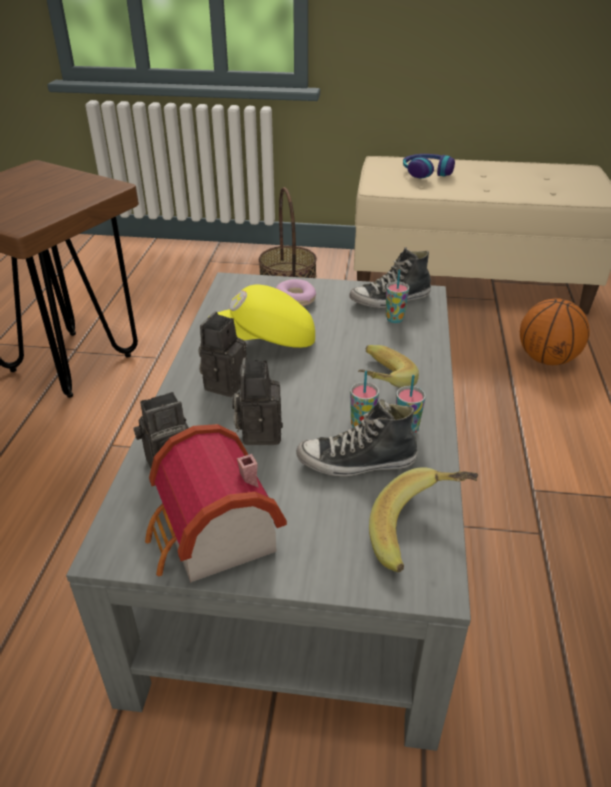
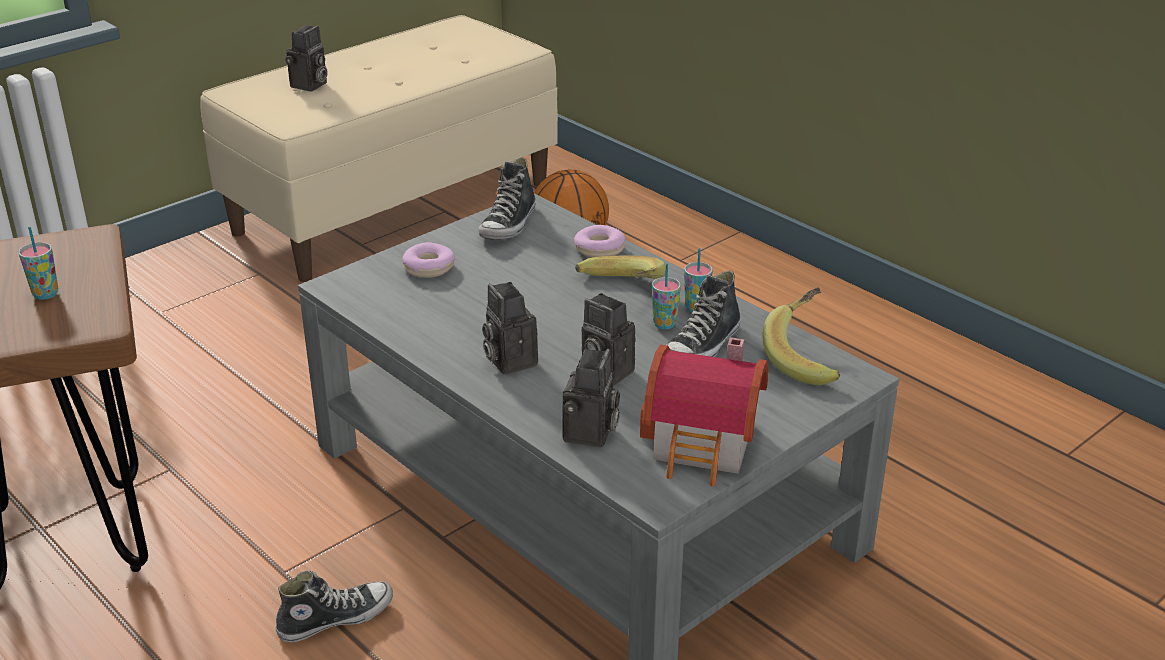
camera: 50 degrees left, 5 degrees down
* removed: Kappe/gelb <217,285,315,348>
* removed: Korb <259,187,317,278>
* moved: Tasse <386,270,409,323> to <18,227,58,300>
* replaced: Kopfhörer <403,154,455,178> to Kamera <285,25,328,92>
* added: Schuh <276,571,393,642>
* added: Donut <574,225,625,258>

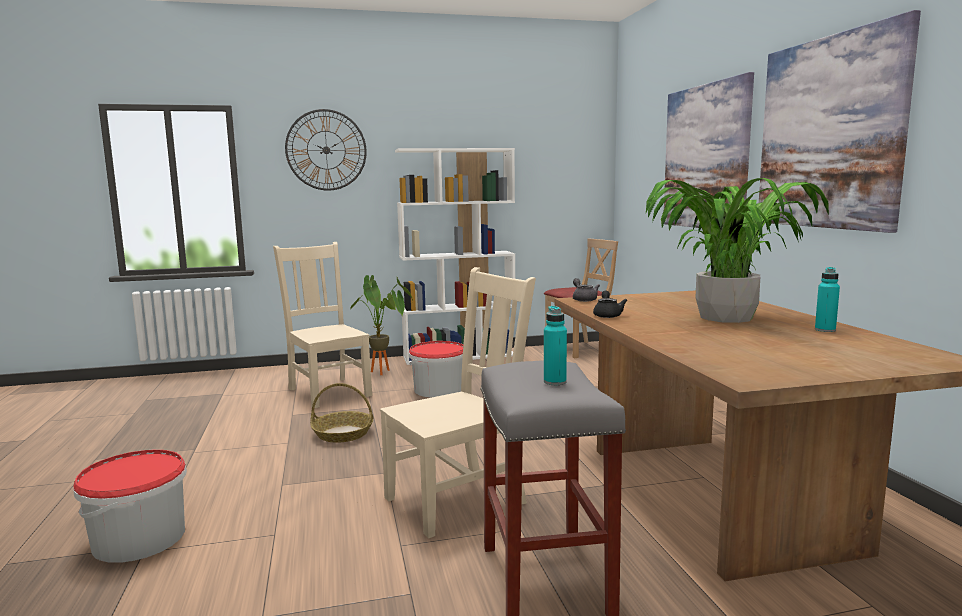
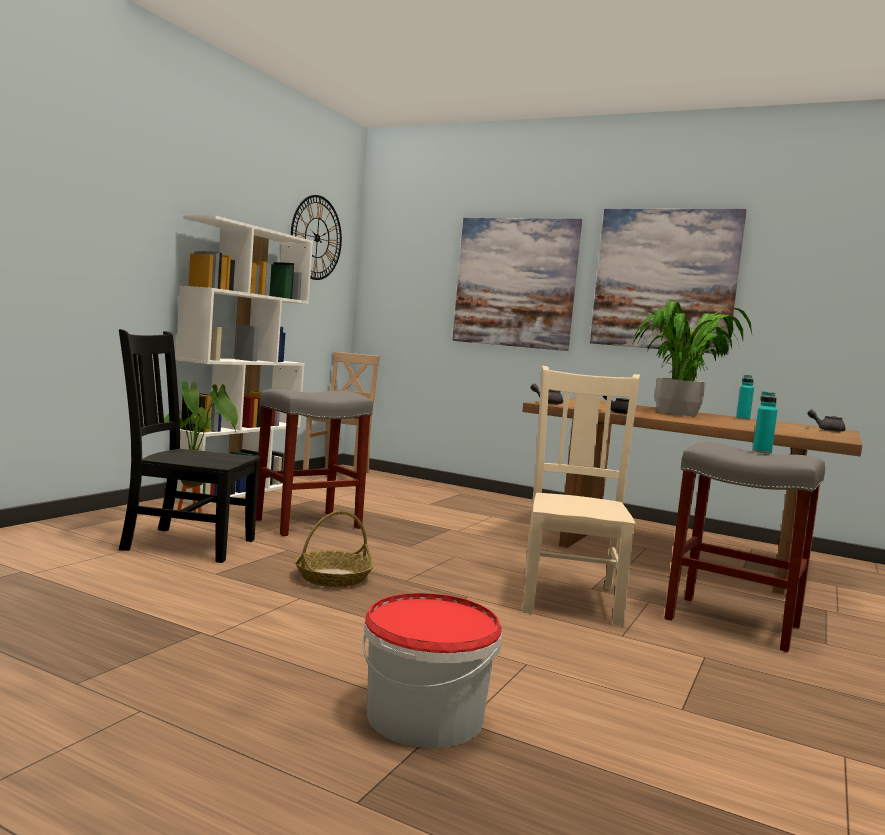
camera: 50 degrees left, 5 degrees down
* recoloured: Stuhl/beige <273,242,372,408> to Stuhl/schwarz <119,329,260,563>
* moved: Wanduhr <285,109,367,191> to <291,195,342,280>
* replaced: Eimer <409,341,463,398> to Hocker/grau <256,389,373,536>
* added: Teekanne/grau <807,410,846,432>

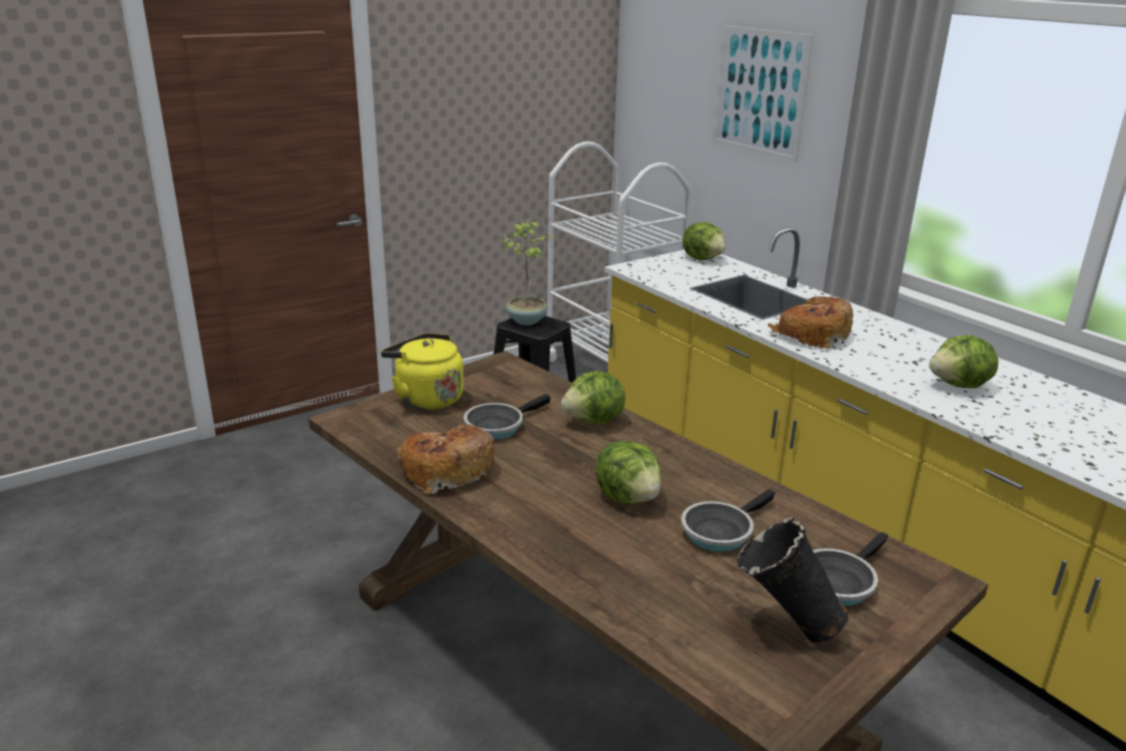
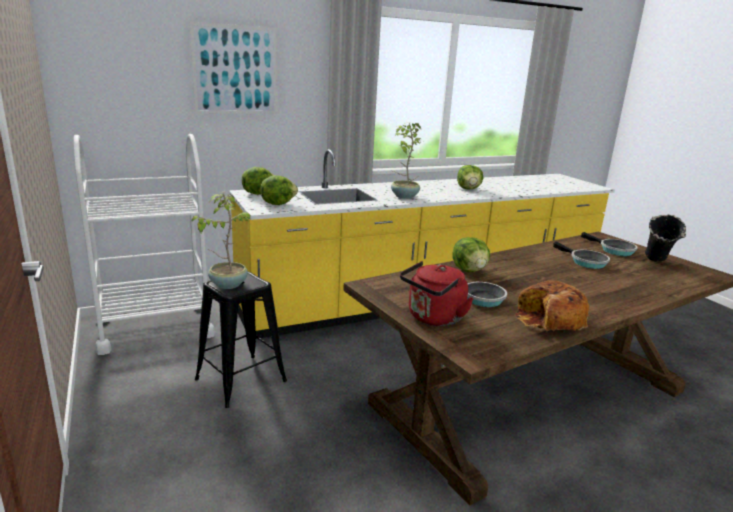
camera: 80 degrees left, 5 degrees down
* recoloured: Wasserkessel/gelb <381,333,464,410> to Wasserkessel/rot <400,261,474,326>
* moved: Salatkopf <595,441,661,504> to <260,175,298,205>
* replaced: Brot <768,296,853,349> to Topfpflanze <391,122,423,199>

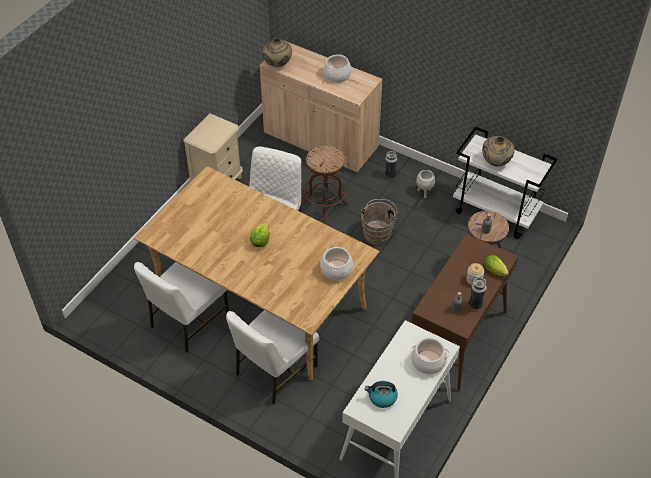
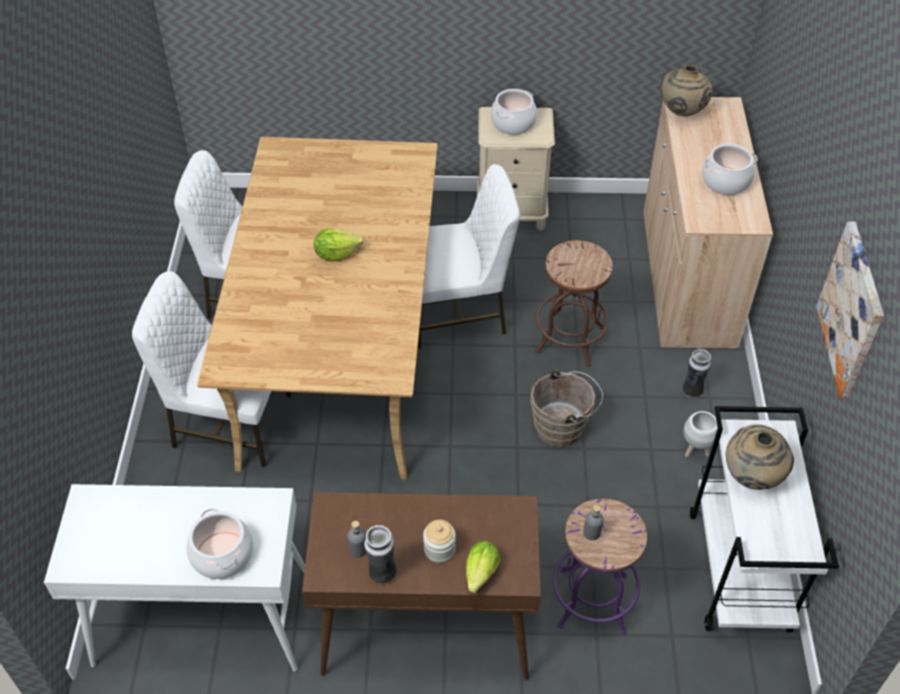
camera: 60 degrees right, 0 degrees up
* moved: Kochtopf <320,246,353,281> to <491,89,537,135>
* removed: Wasserkessel <365,381,398,408>
* added: Bild <816,221,884,398>

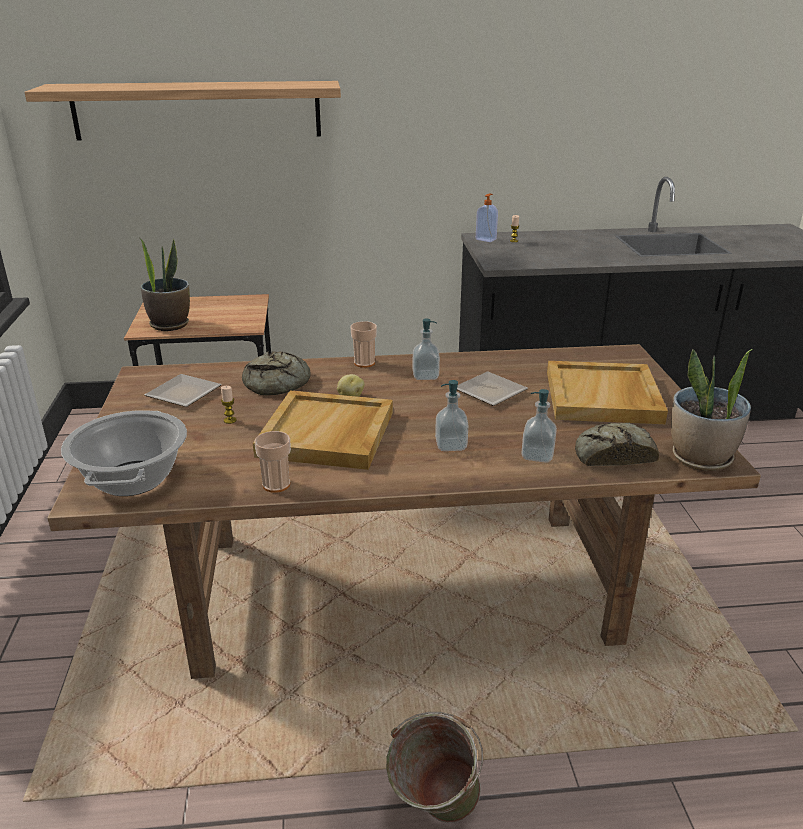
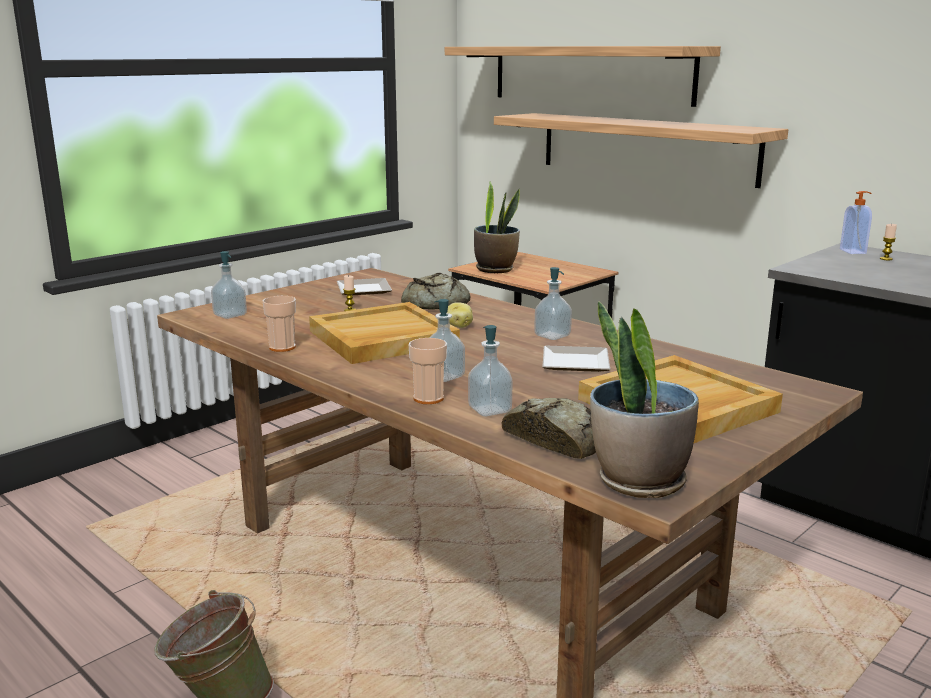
camera: 50 degrees right, 10 degrees down
* replaced: Kochtopf <61,410,187,496> to Seifenspender <211,251,247,319>
* moved: Tasse <350,321,377,368> to <409,338,447,404>
* added: Wandregal <494,113,788,188>

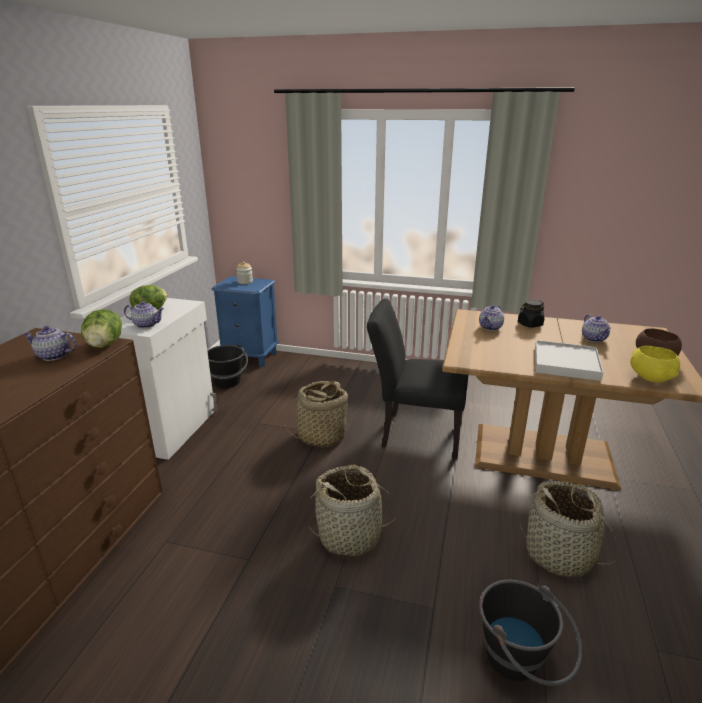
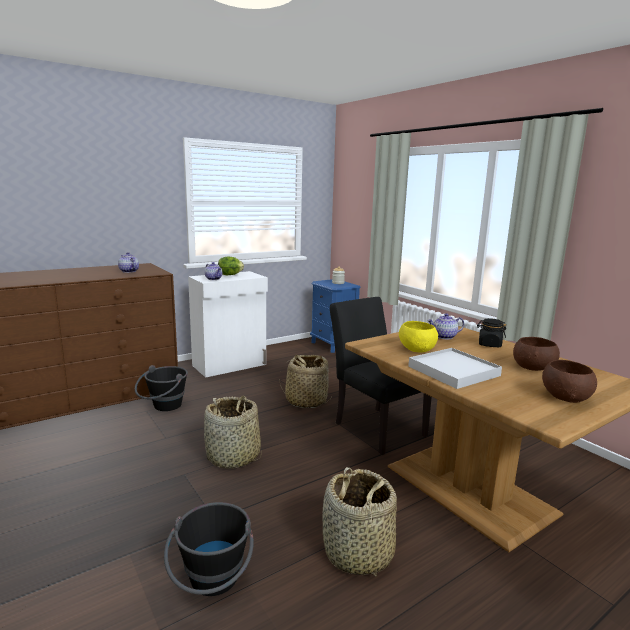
camera: 40 degrees right, 10 degrees down
* removed: Salatkopf <81,309,122,348>
* moved: Eimer/schwarz <207,345,248,388> to <135,365,188,411>
* replaced: Teekanne <582,314,611,342> to Schüssel/braun <513,337,560,371>
* moved: Schüssel/gelb <630,346,680,383> to <399,321,438,353>

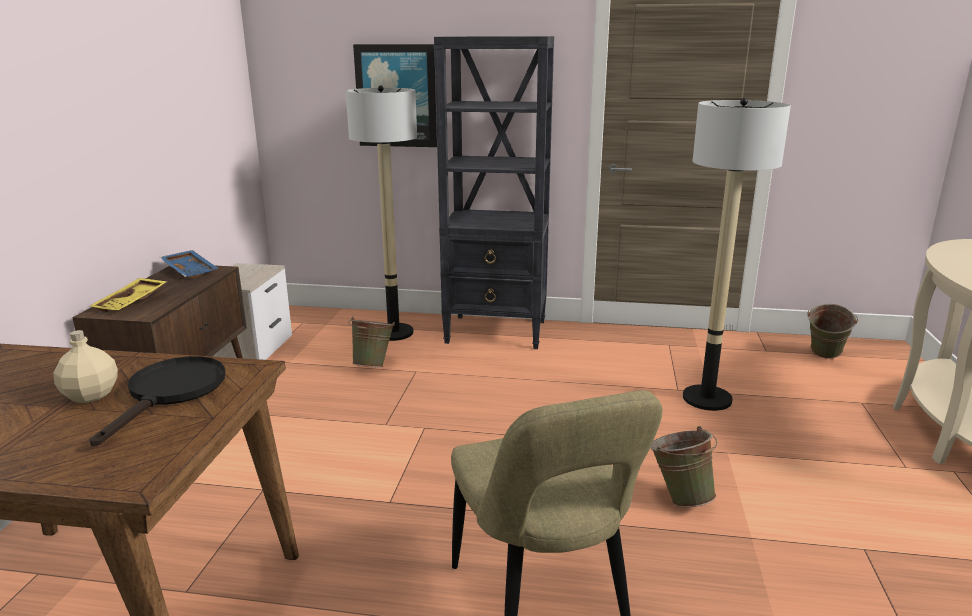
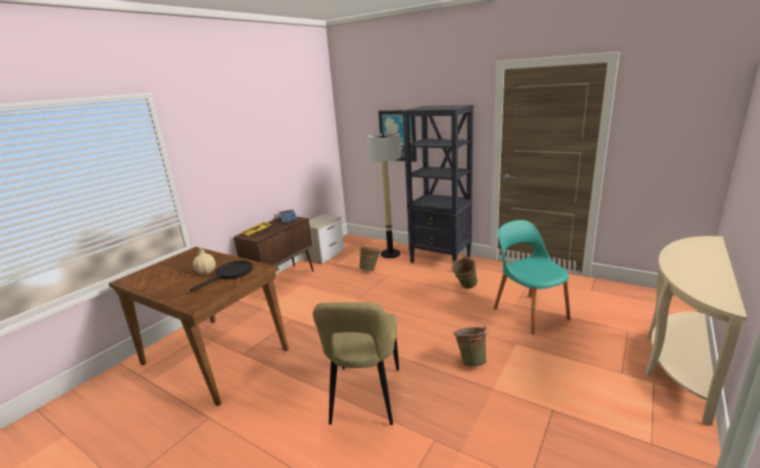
camera: 25 degrees right, 0 degrees up
* replaced: Stehlampe <683,98,791,411> to Stuhl/türkis <494,220,570,334>
* moved: Eimer/grün <807,304,858,359> to <452,258,478,289>

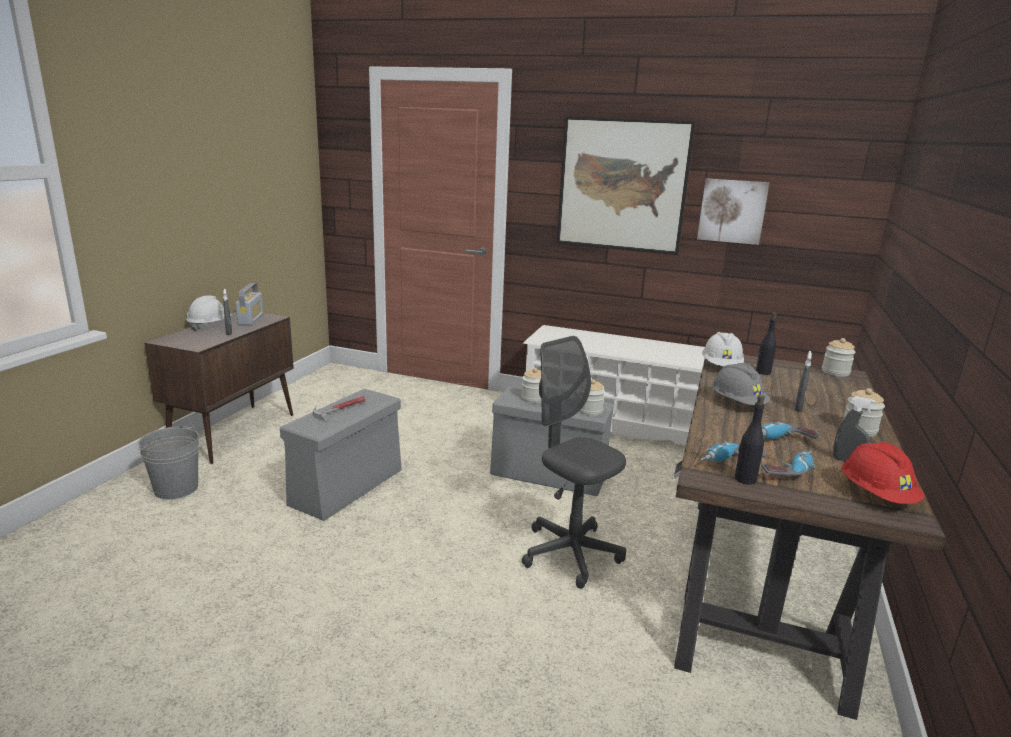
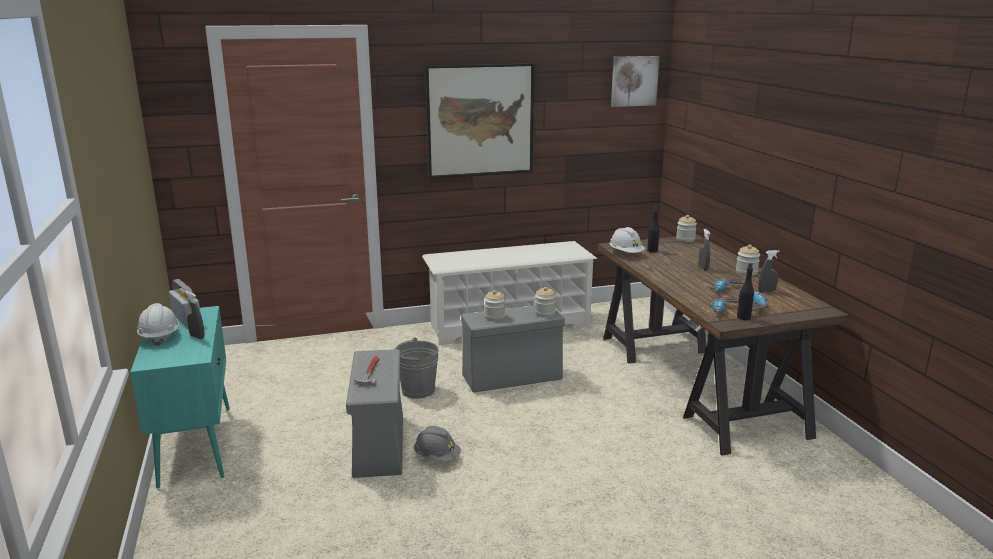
camera: 35 degrees left, 0 degrees up
* moved: Eimer/grau <138,425,199,499> to <395,337,439,399>
* recoloured: Schrank/braun <145,312,294,464> to Schrank/türkis <130,306,230,488>
* removed: Bürostuhl/grau <522,336,626,589>
* moved: Bild <697,178,770,245> to <611,56,660,107>
* moved: Schutzhelm/grau <711,363,770,405> to <414,426,461,461>
* removed: Schutzhelm/rot <842,442,925,504>

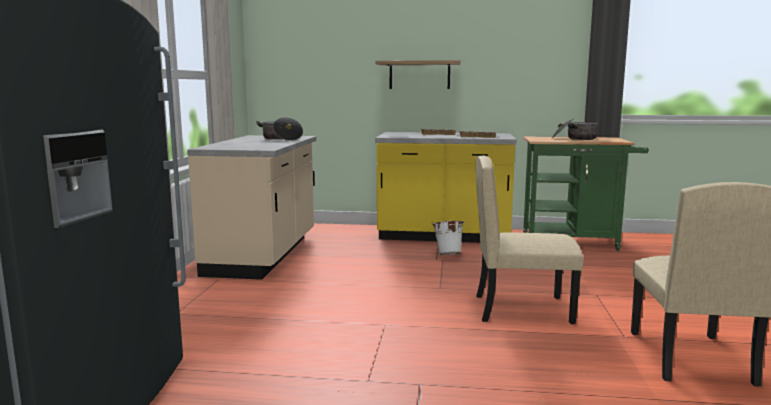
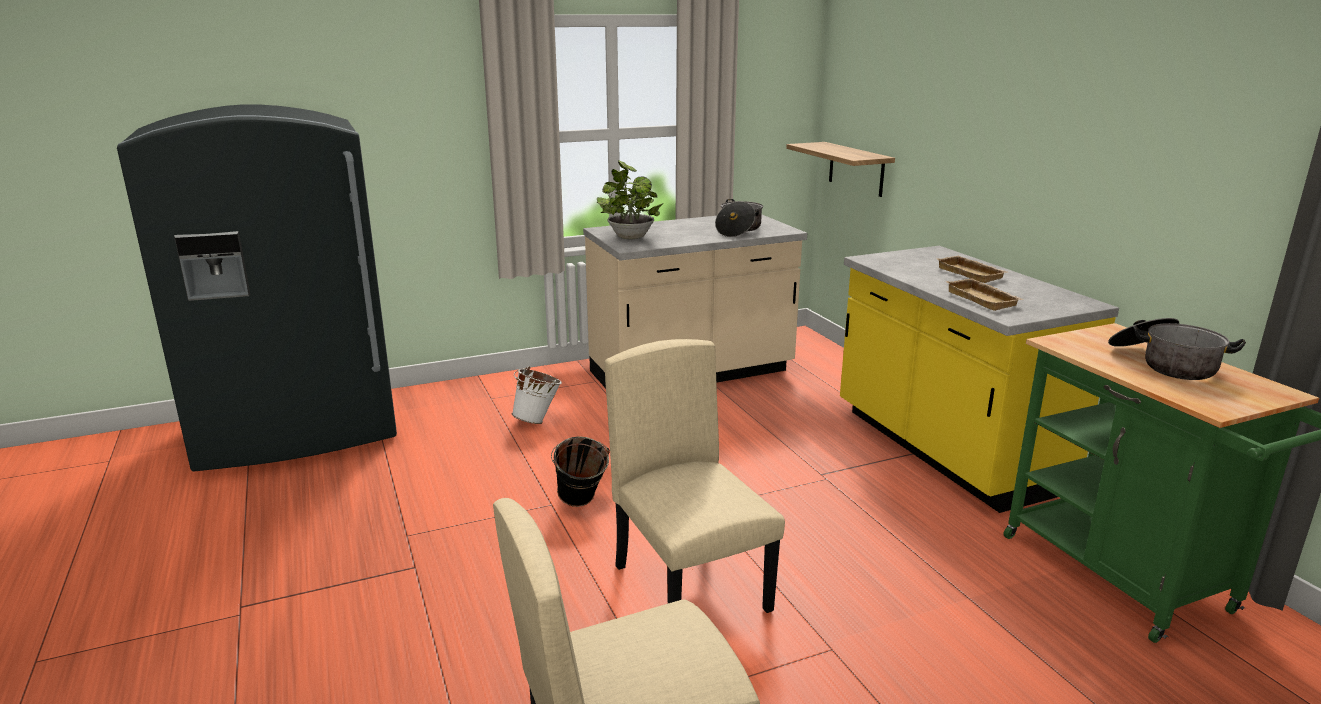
camera: 60 degrees right, 10 degrees up
* moved: Wandregal <376,60,461,89> to <786,142,895,197>
* moved: Eimer/weiß <432,221,465,255> to <512,366,562,424>
* added: Eimer/schwarz <551,436,610,507>
* added: Topfpflanze <597,160,663,239>

